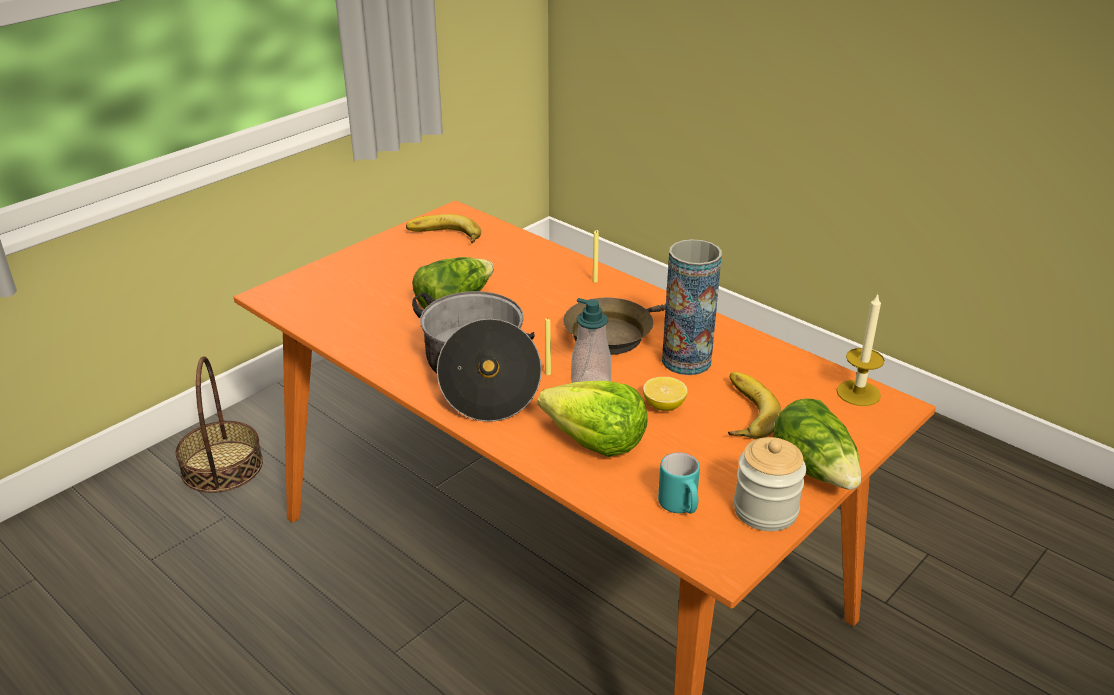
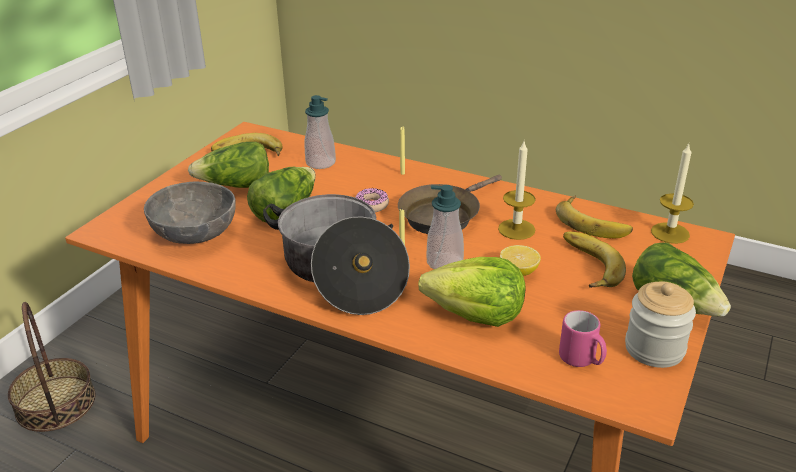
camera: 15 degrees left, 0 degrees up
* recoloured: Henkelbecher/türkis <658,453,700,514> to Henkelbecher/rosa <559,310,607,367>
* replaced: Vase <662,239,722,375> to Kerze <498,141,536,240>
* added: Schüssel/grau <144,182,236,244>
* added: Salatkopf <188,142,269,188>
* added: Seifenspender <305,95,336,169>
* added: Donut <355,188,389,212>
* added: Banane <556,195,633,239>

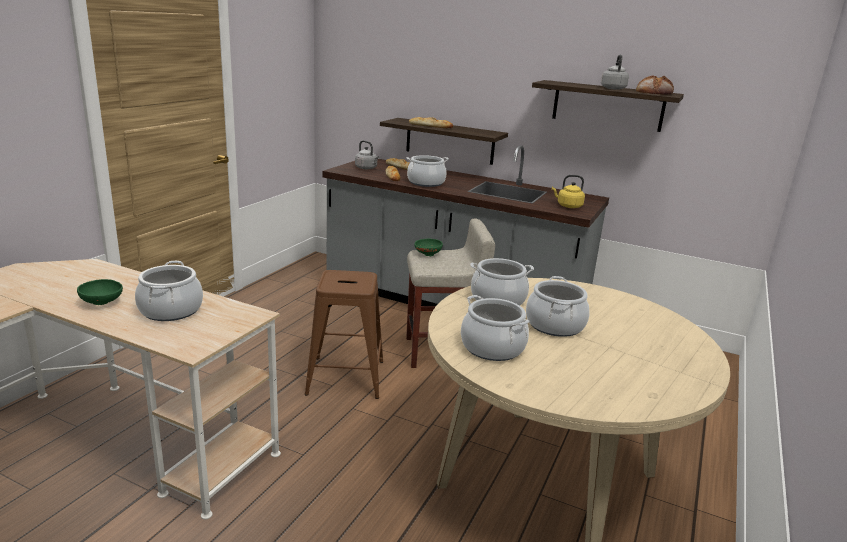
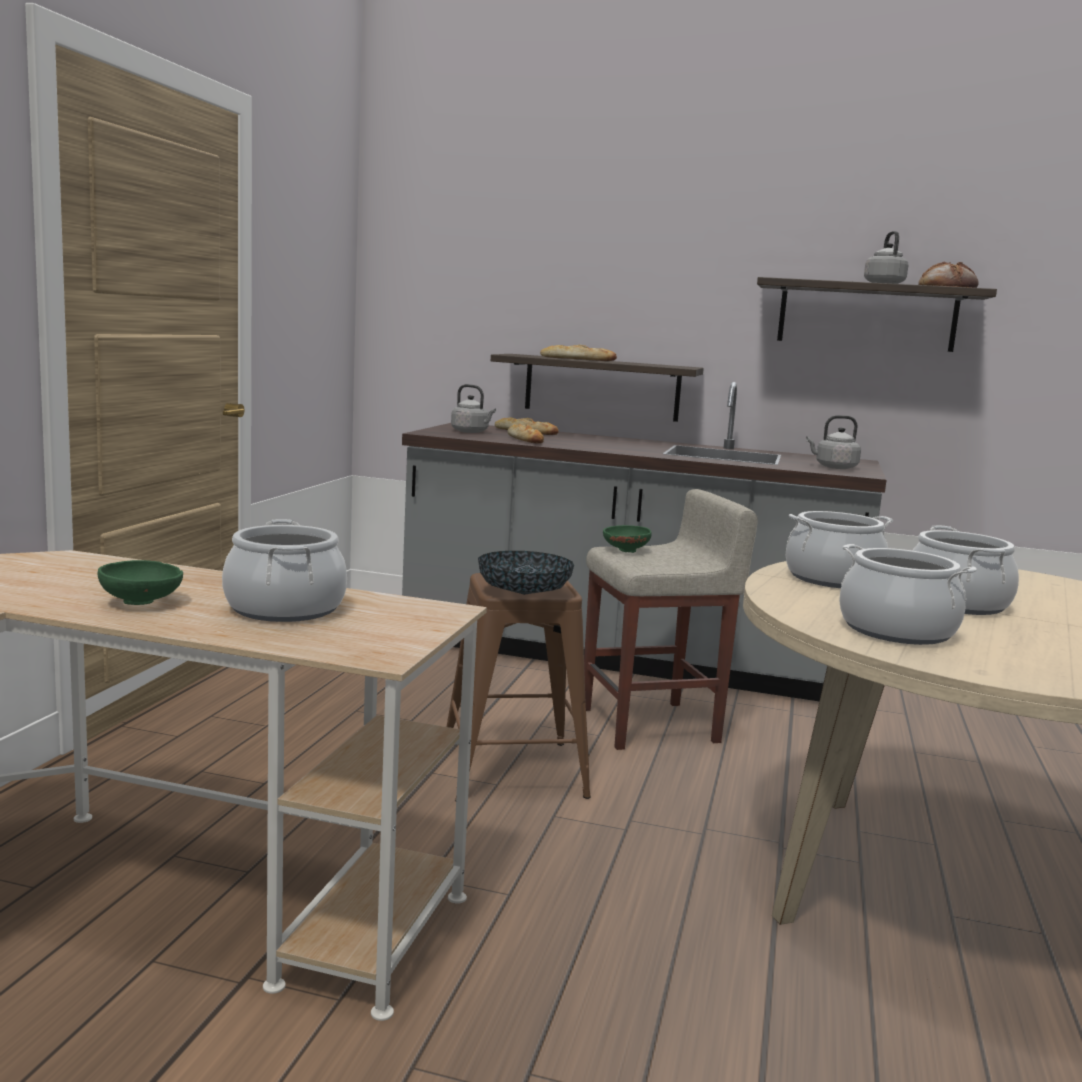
camera: 10 degrees left, 10 degrees down
* removed: Kochtopf <407,155,449,187>
* recoloured: Wasserkessel/gelb <552,175,585,208> to Wasserkessel/grau <806,415,861,469>
* added: Schüssel <478,551,574,595>

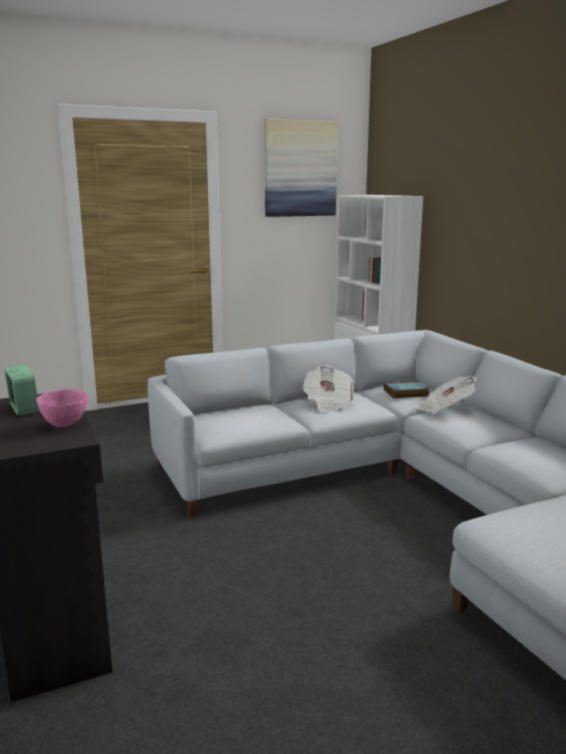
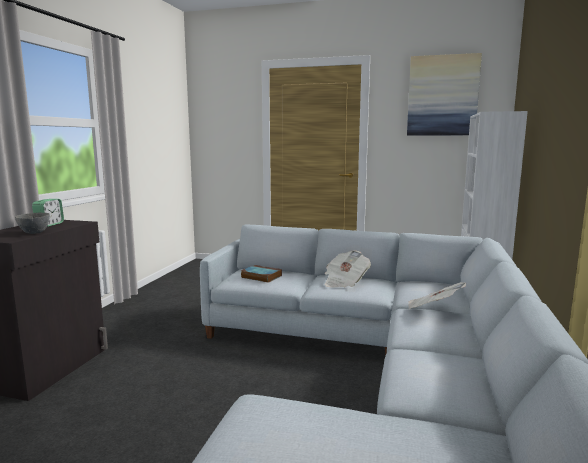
camera: 40 degrees right, 5 degrees down
* recoloured: Schüssel/rosa <36,389,88,427> to Schüssel/grau <15,213,50,234>
* moved: Buch <384,380,430,398> to <241,265,282,283>

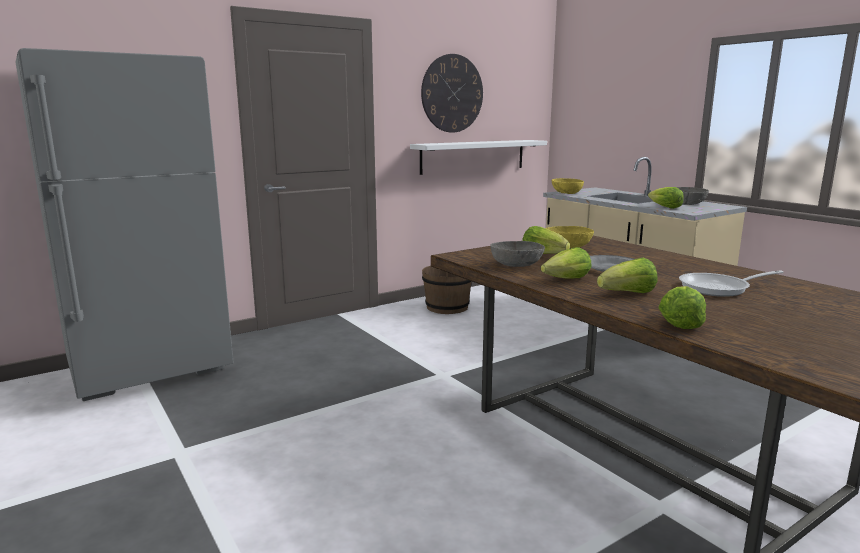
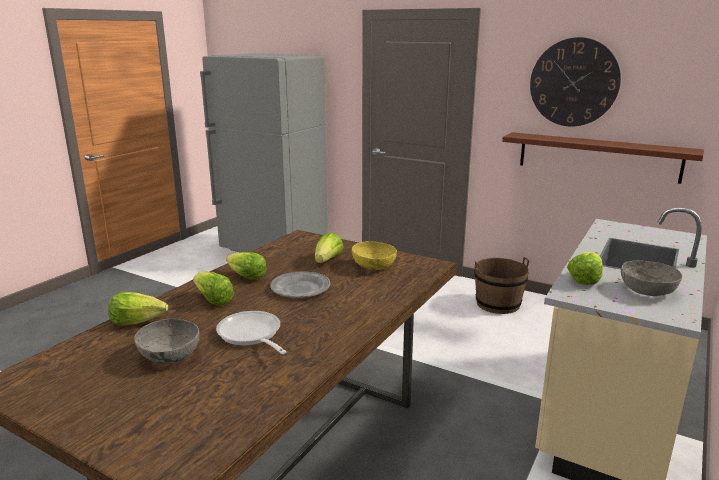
camera: 65 degrees right, 5 degrees up
* recoloured: Wandregal/weiß <410,140,547,175> to Wandregal/braun <502,132,704,184>
* moved: Schüssel/grau <490,241,545,267> to <134,318,199,364>
* removed: Schüssel/gelb <552,178,584,194>

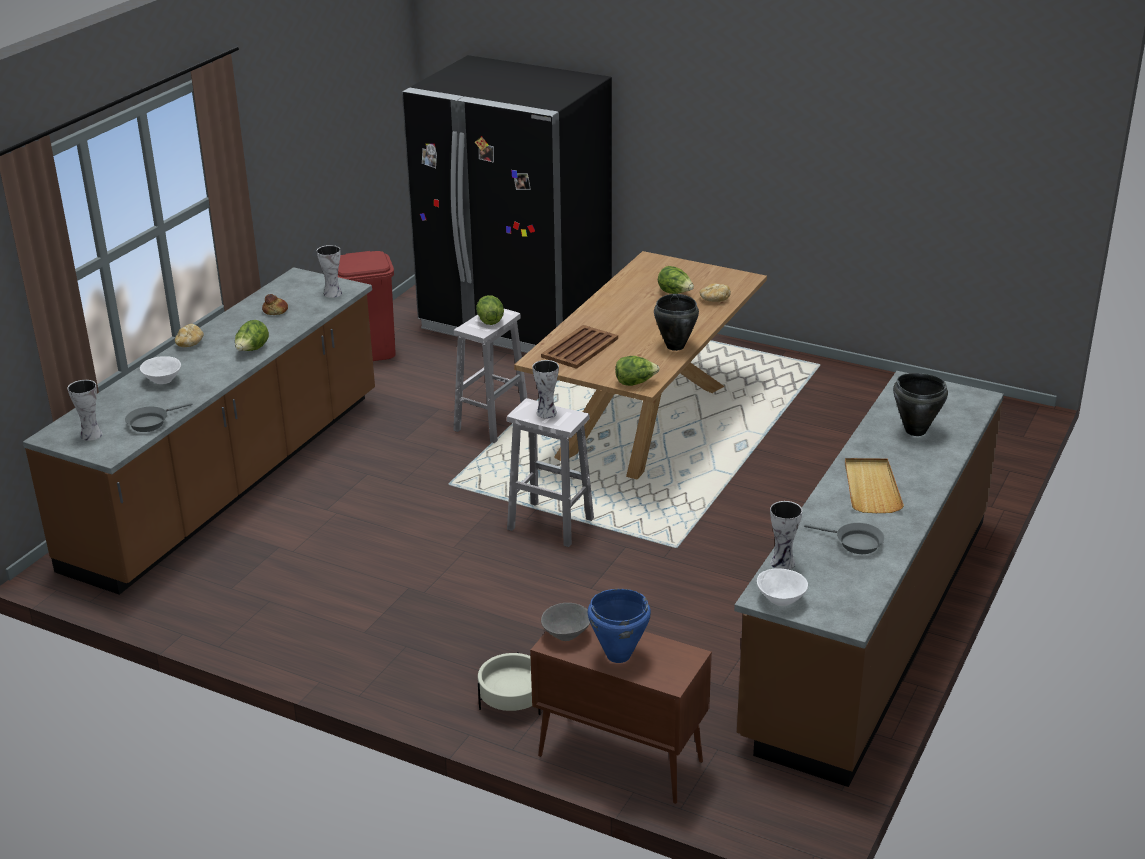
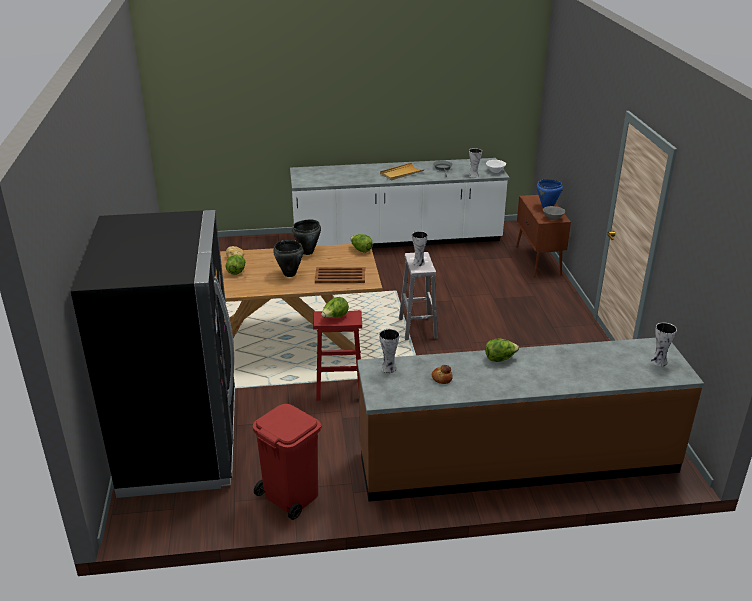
camera: 125 degrees left, 0 degrees up
* removed: Pfanne/grau <125,402,193,432>
* removed: Schüssel/weiß <140,356,181,384>
* removed: Brot <175,324,204,347>
* recoloured: Hocker/weiß <454,309,527,443> to Hocker/rot <313,310,362,401>
* removed: Pflanzkübel/beige <478,652,541,715>
* recoloured: Küchenzeile/braun <734,371,1004,787> to Küchenzeile/weiß <290,158,510,248>
* moved: Kochtopf/schwarz <893,373,948,436> to <273,240,303,277>

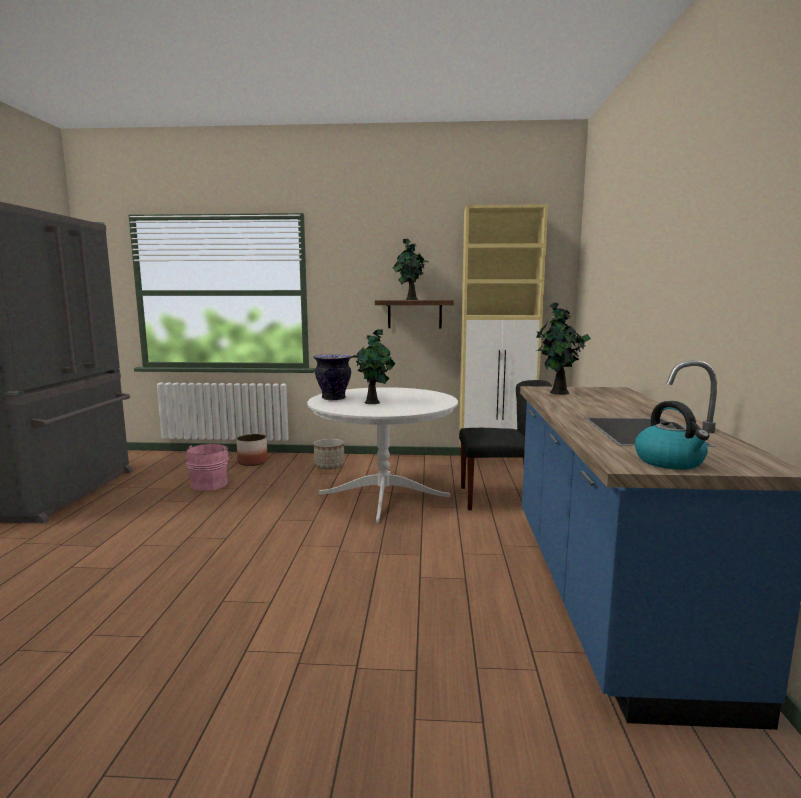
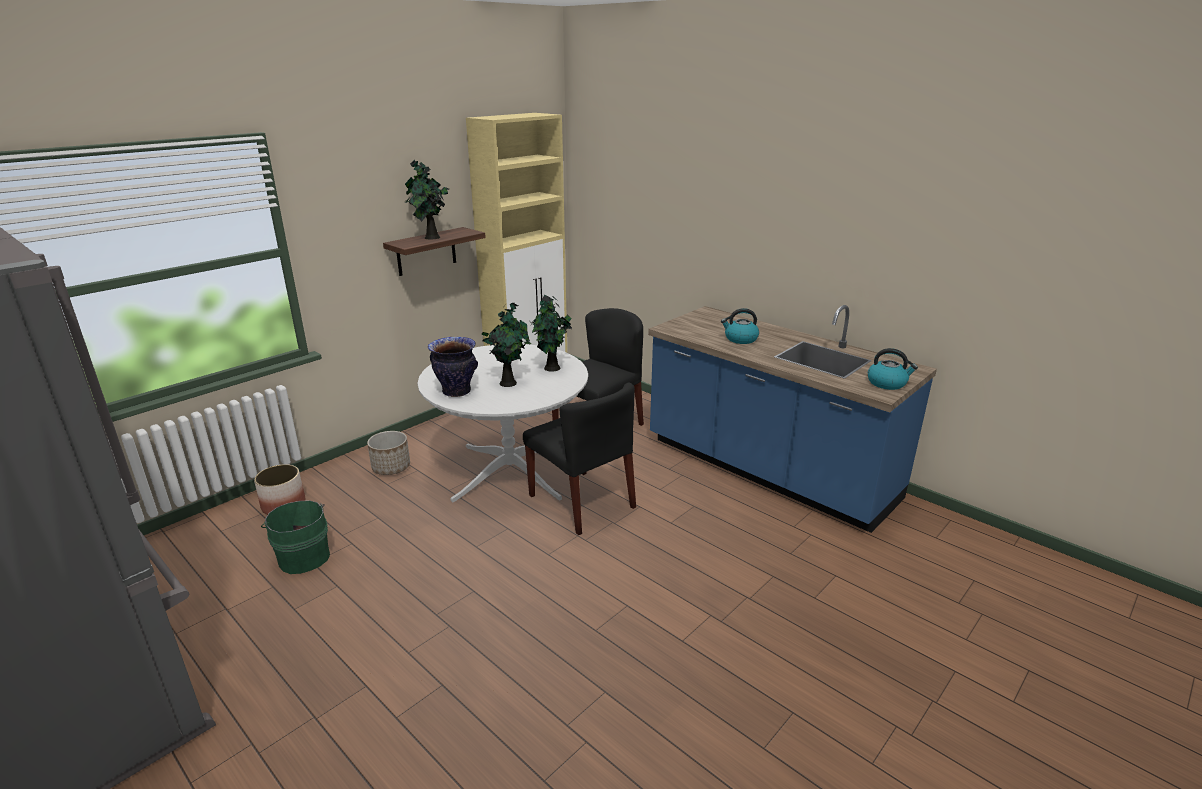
camera: 50 degrees left, 15 degrees up
* recoloured: Eimer/rosa <186,444,232,491> to Eimer/grün <261,500,330,574>
* moved: Topfpflanze <535,302,591,395> to <530,295,572,372>
* added: Stuhl/schwarz <523,383,636,535>
* added: Wasserkessel <721,308,759,344>

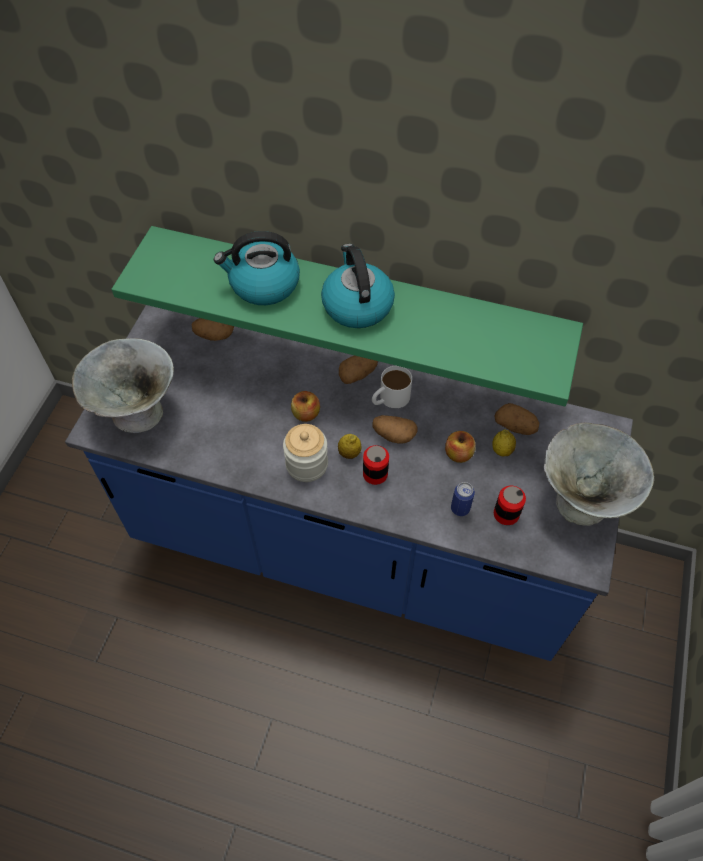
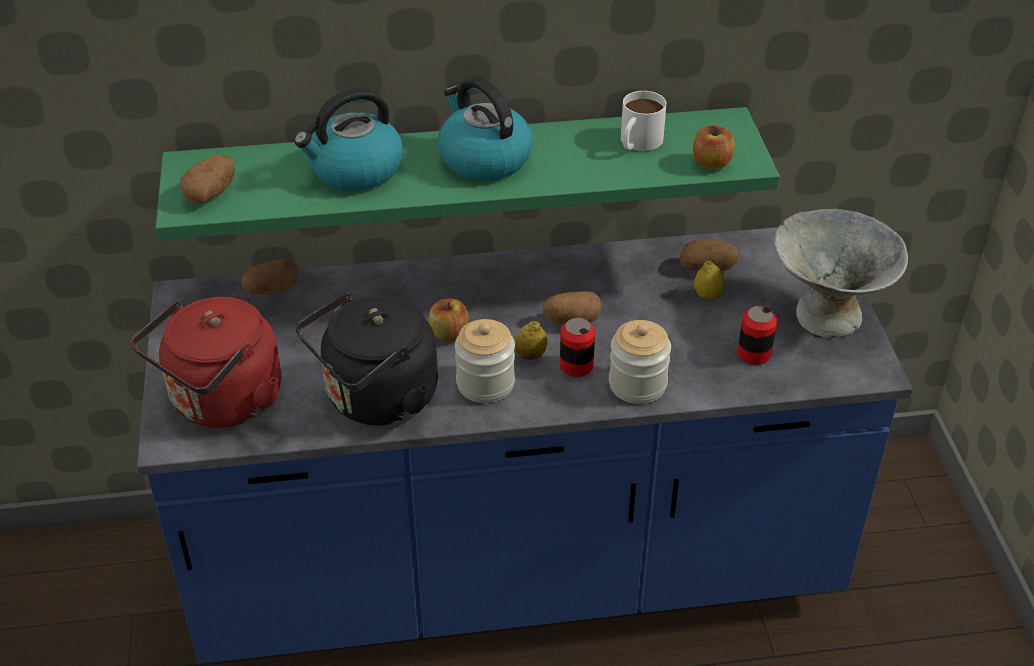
camera: 25 degrees left, 15 degrees down
* replaced: Schüssel/grau <72,338,174,433> to Wasserkessel/rot <131,297,281,428>
* moved: Kartoffel <339,355,378,384> to <180,154,235,204>
* moved: Henkelbecher/weiß <372,366,412,408> to <621,91,667,151>
* moved: Apfel <445,431,476,463> to <693,125,735,170>
* removed: Dose <451,482,475,516>
* added: Wasserkessel/schwarz <296,292,438,426>
* added: Vorratsglas <609,320,671,404>

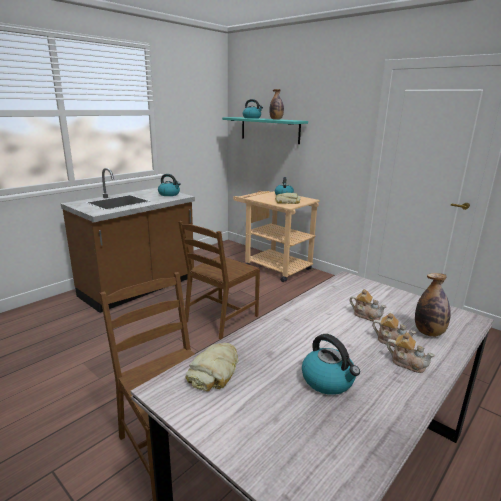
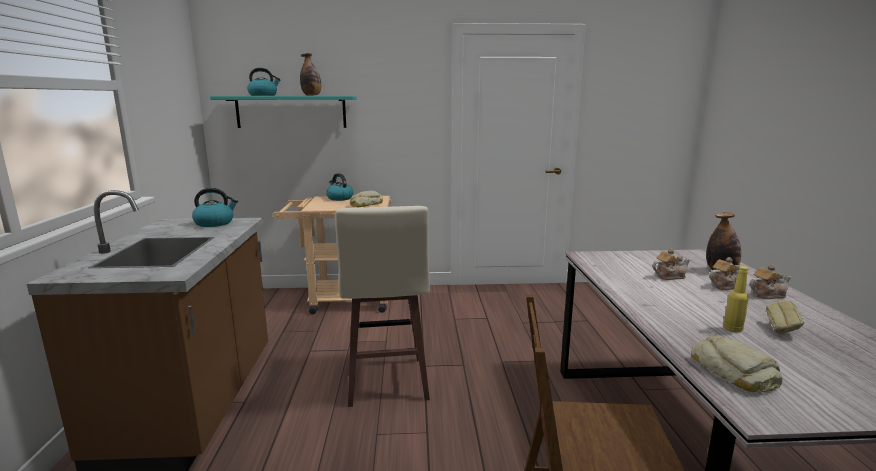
camera: 45 degrees left, 5 degrees down
* replaced: Stuhl/braun <178,221,260,340> to Hocker/beige <335,206,430,407>
* replaced: Wasserkessel <302,334,360,395> to Brot <766,301,804,335>
* added: Flasche/gelb <723,266,749,333>

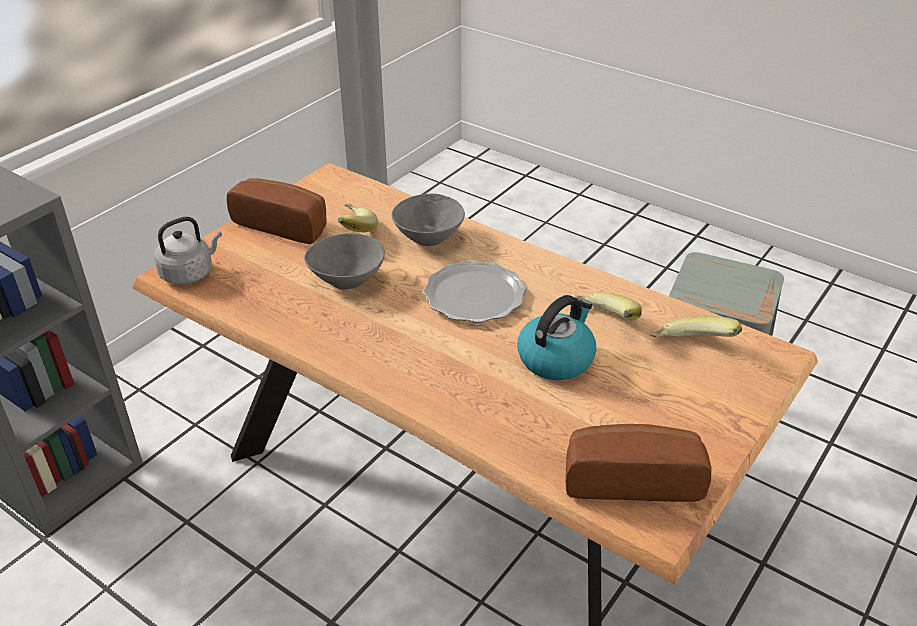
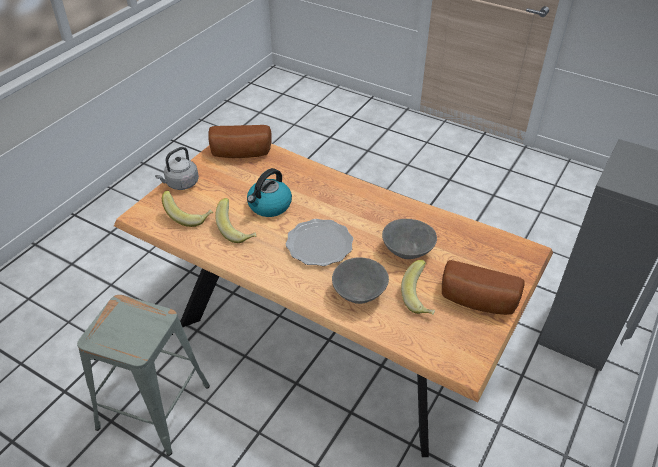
camera: 175 degrees right, 5 degrees up
* moved: Wasserkessel/grau <154,217,222,285> to <155,147,199,190>

